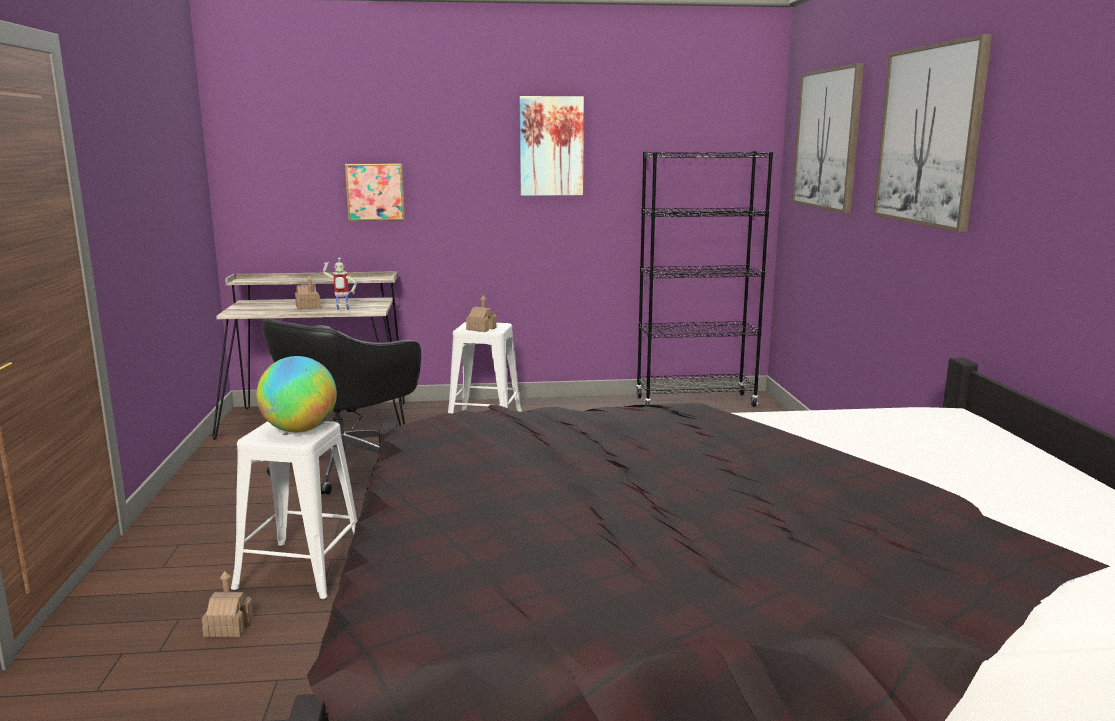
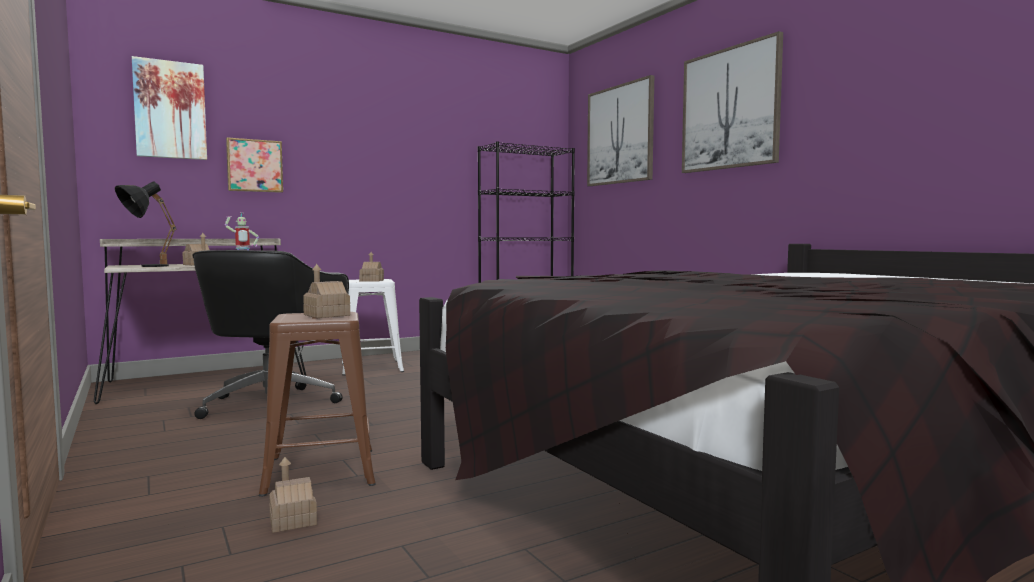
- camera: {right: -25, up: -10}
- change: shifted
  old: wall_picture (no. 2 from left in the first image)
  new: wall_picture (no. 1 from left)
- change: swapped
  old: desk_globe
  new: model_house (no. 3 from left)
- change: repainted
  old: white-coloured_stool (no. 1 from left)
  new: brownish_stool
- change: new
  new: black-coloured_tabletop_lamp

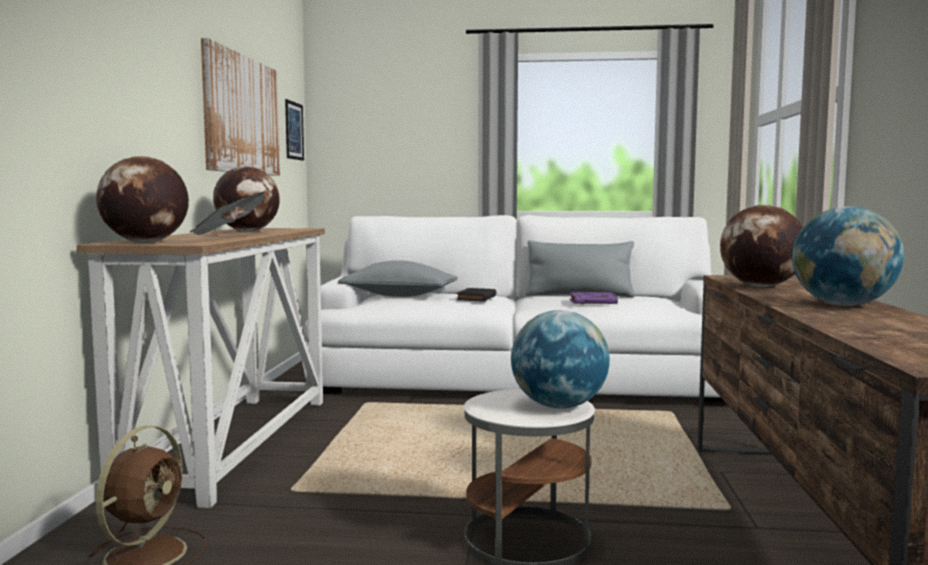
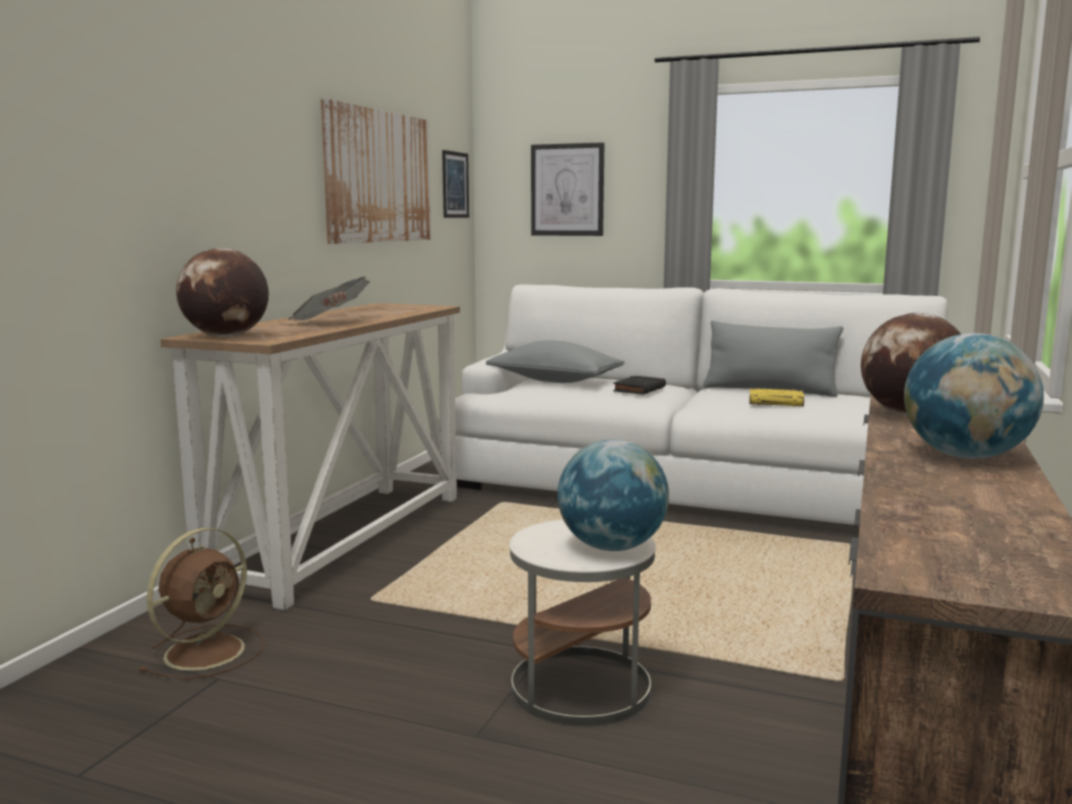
- camera: {right: 15, up: 5}
- change: gone
  old: desk_globe (no. 2 from left)
- change: repainted
  old: purplish_book
  new: yellow-coloured_book
- change: new
  new: wall_picture (no. 3 from left)

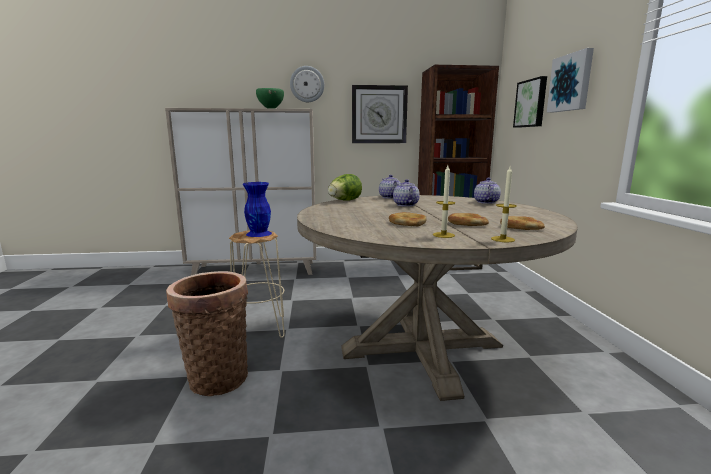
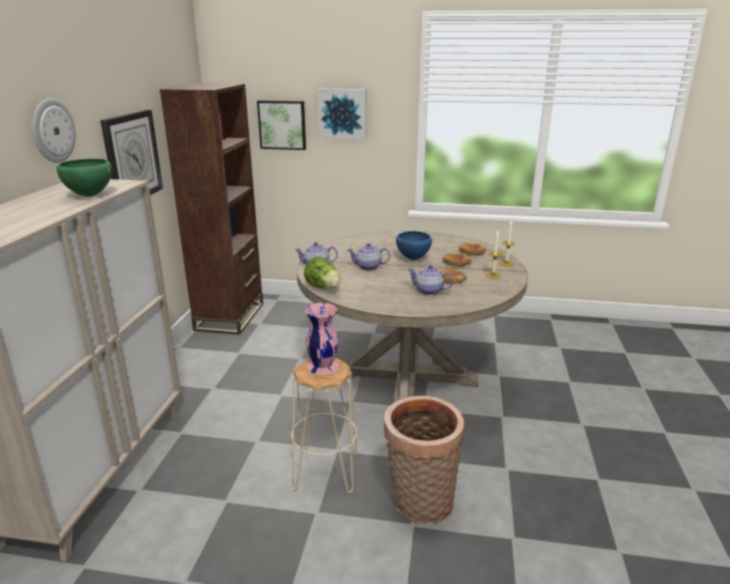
- camera: {right: -75, up: 10}
- change: shifted
  old: tea_pot (no. 3 from left)
- change: repainted
  old: blue-coloured_flower_vase
  new: pink-coloured_flower_vase
- change: new
  new: blue-coloured_bowl

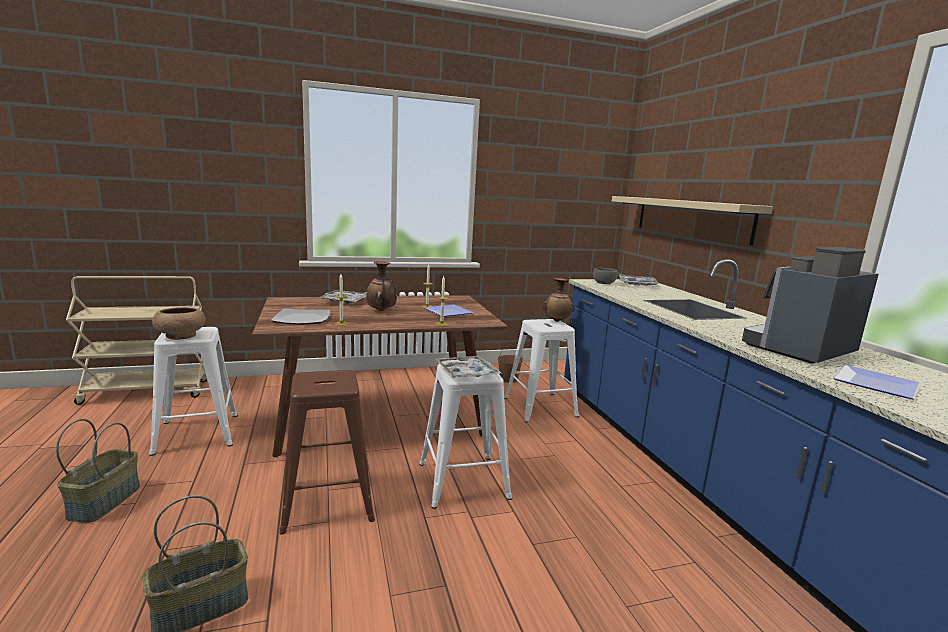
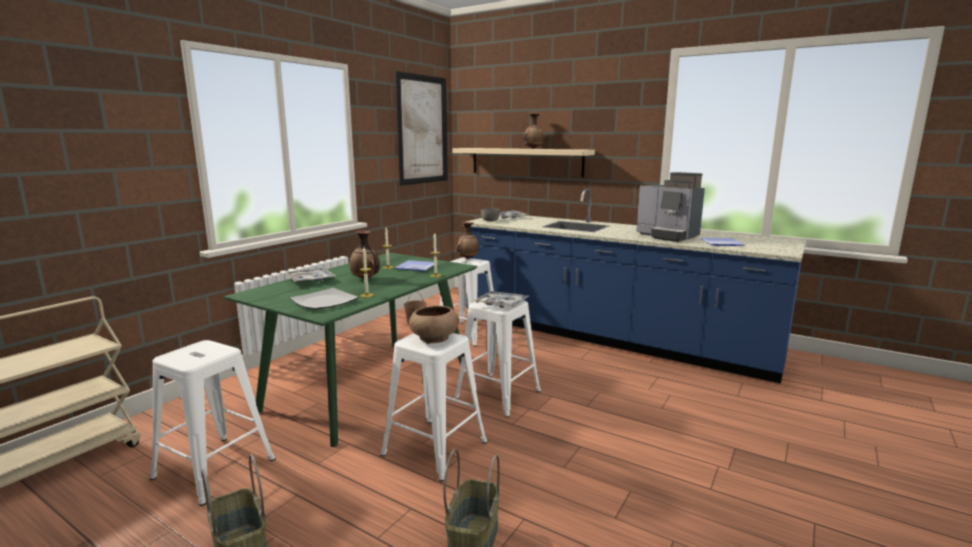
- camera: {right: -40, up: 0}
- change: rotated
  old: coffee_machine
  degrees: -60
- change: repainted
  old: brownish_dining_table
  new: greenish_dining_table
- change: shifted
  old: brownish_bowl
- change: repainted
  old: brownish_stool
  new: white-coloured_stool (no. 2 from left)
- change: new
  new: wall_picture
- change: new
  new: flower_vase (no. 3 from left)

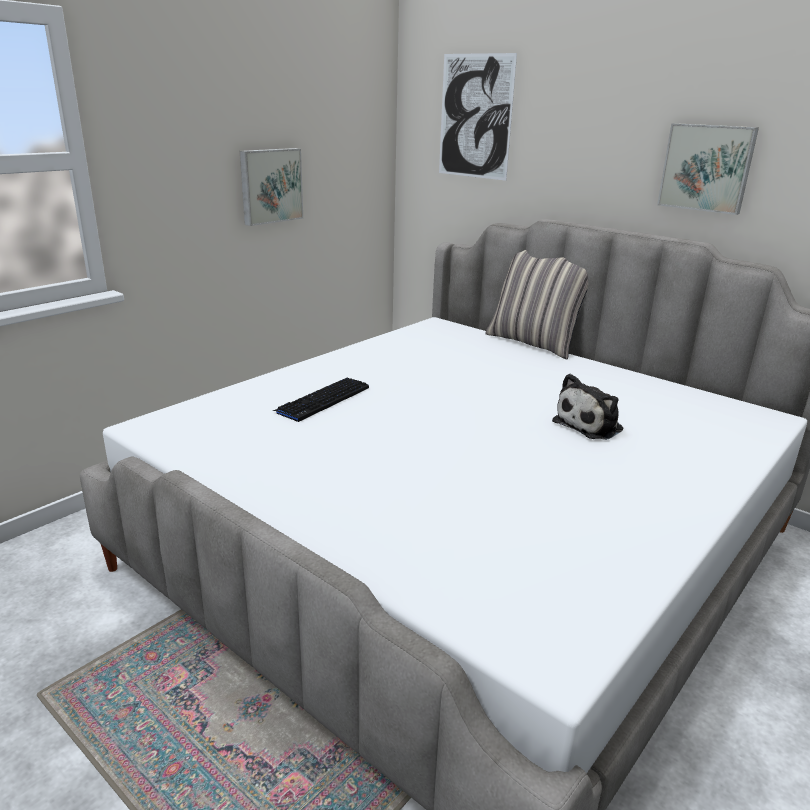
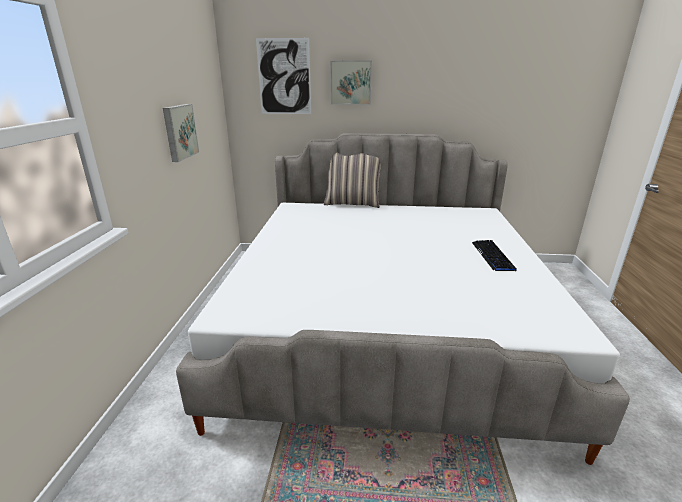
- camera: {right: -35, up: 0}
- change: shifted
  old: wall_picture (no. 3 from left)
- change: gone
  old: plush_toy
- change: shifted
  old: computer_keyboard

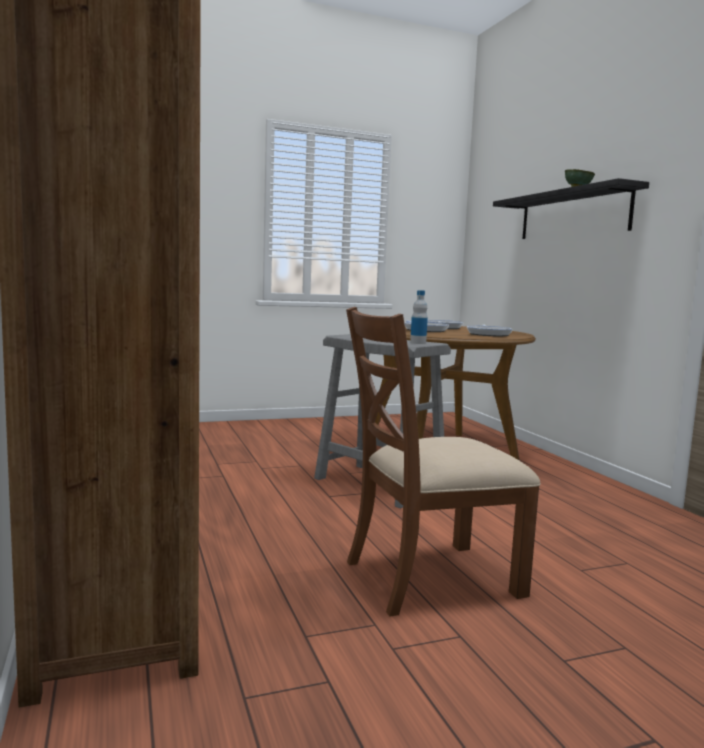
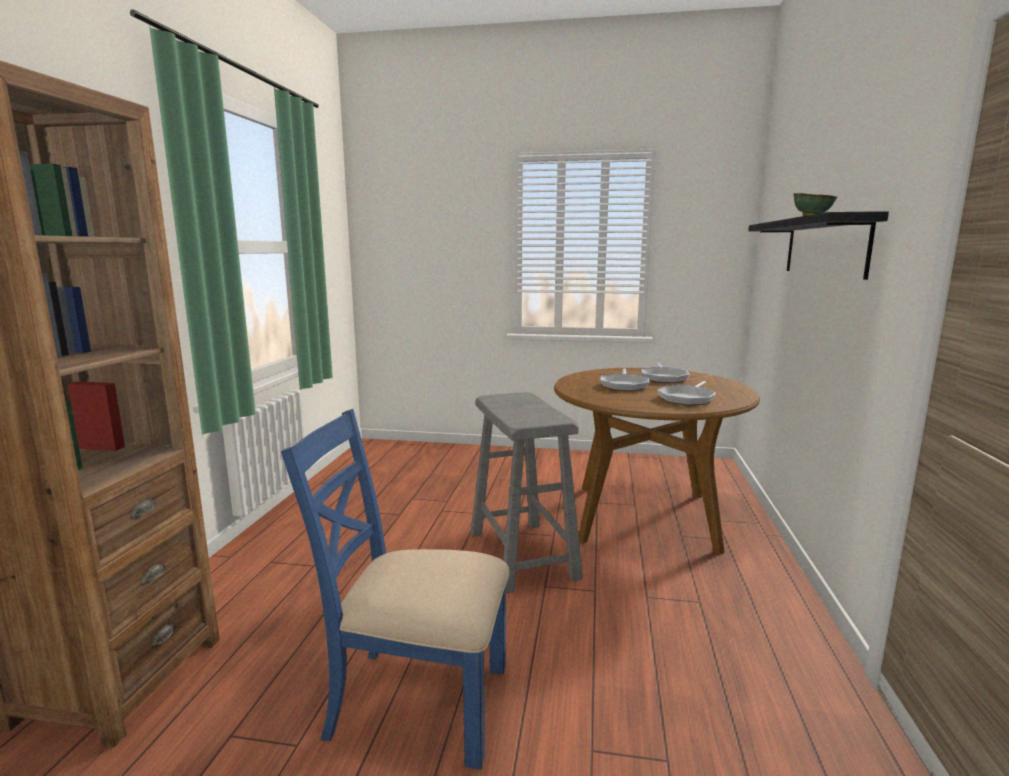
- camera: {right: 30, up: 5}
- change: gone
  old: bottle
- change: repainted
  old: brownish_upright_chair
  new: blue-coloured_upright_chair

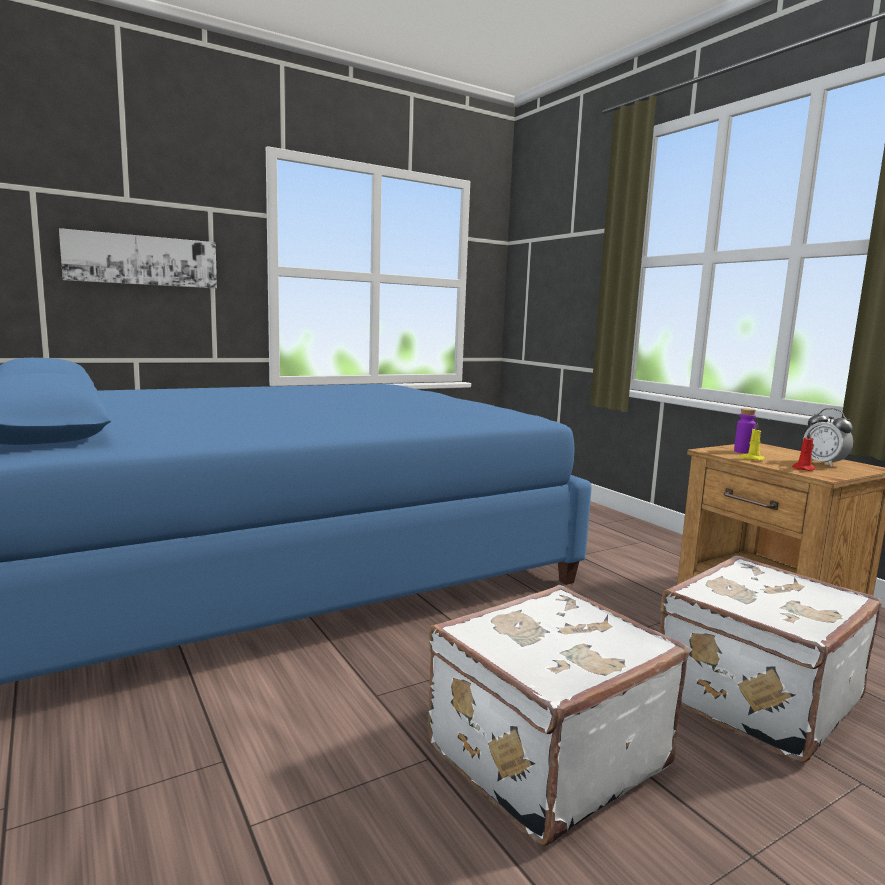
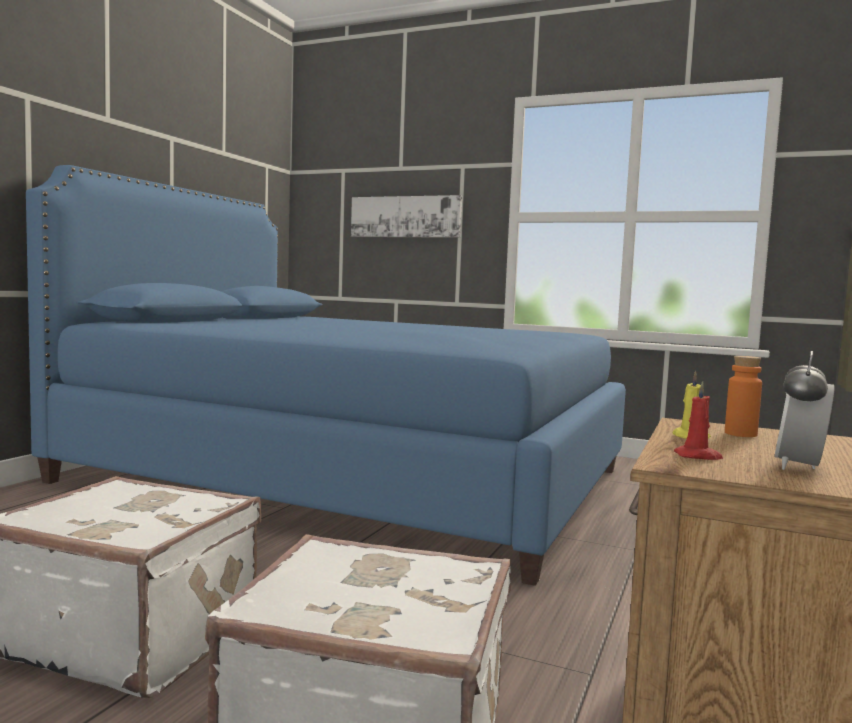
- camera: {right: 55, up: -5}
- change: repainted
  old: purplish_bottle
  new: orange_bottle

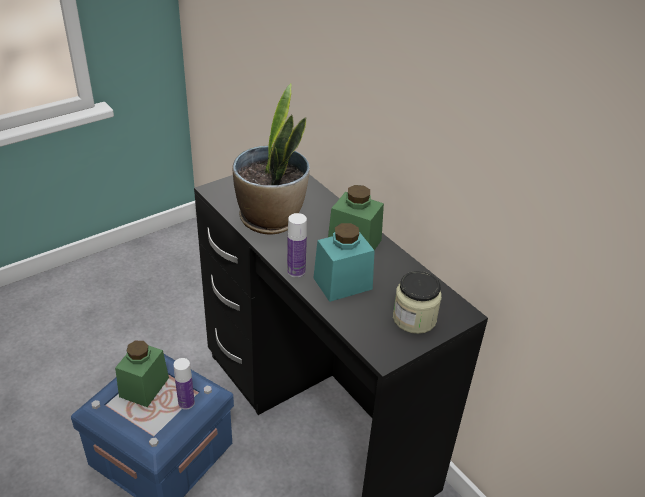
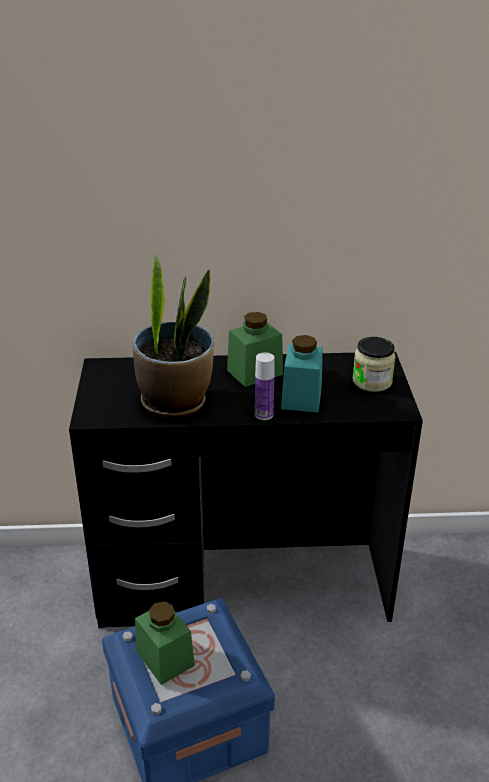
- camera: {right: -55, up: -5}
- change: gone
  old: bottle (no. 1 from left)

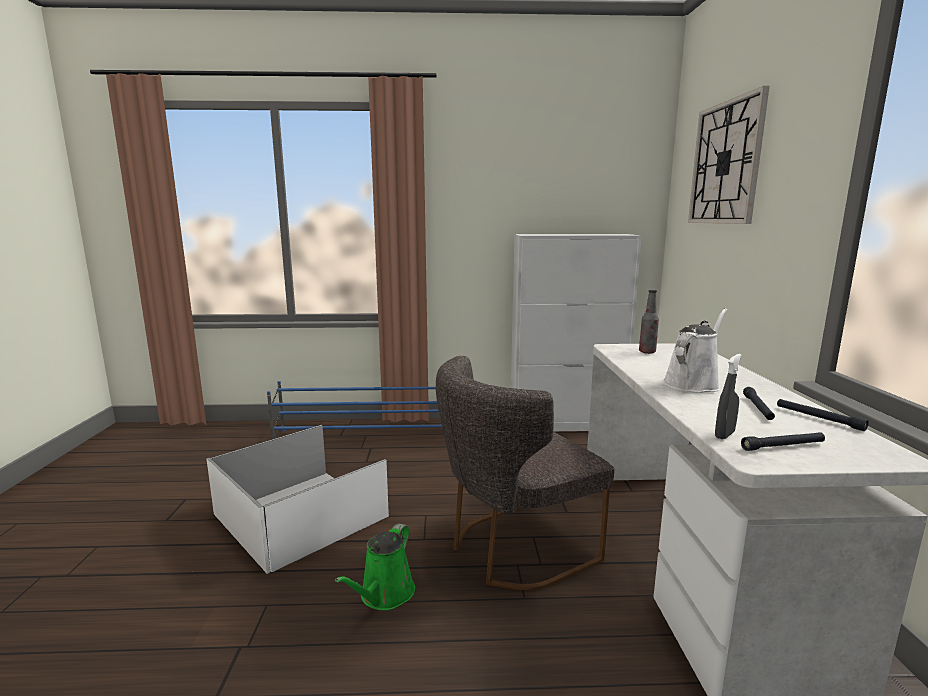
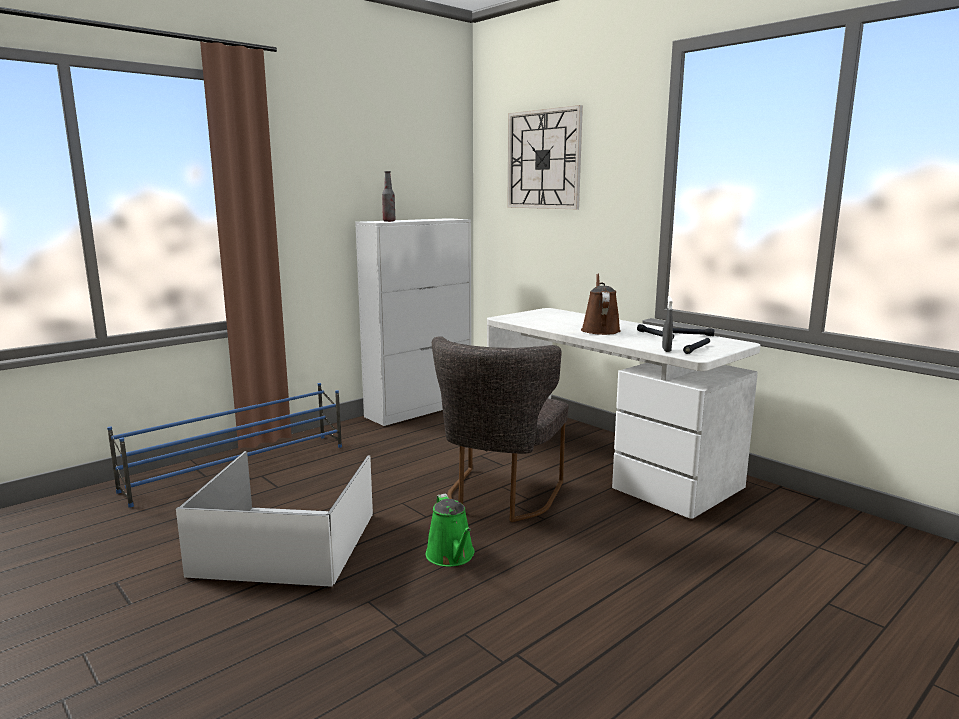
- camera: {right: -40, up: 0}
- change: shifted
  old: bottle
- change: repainted
  old: white-coloured_watering_pot
  new: brownish_watering_pot

